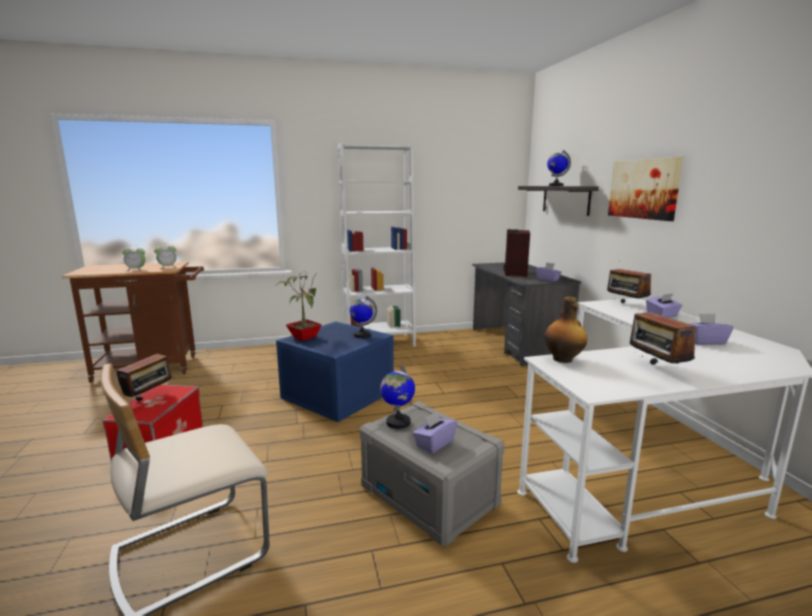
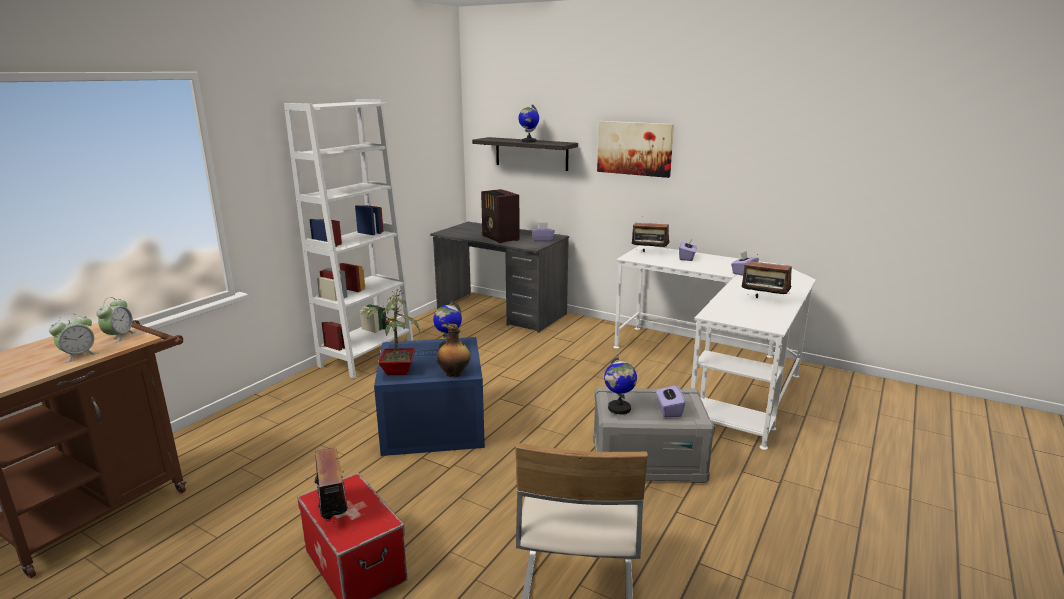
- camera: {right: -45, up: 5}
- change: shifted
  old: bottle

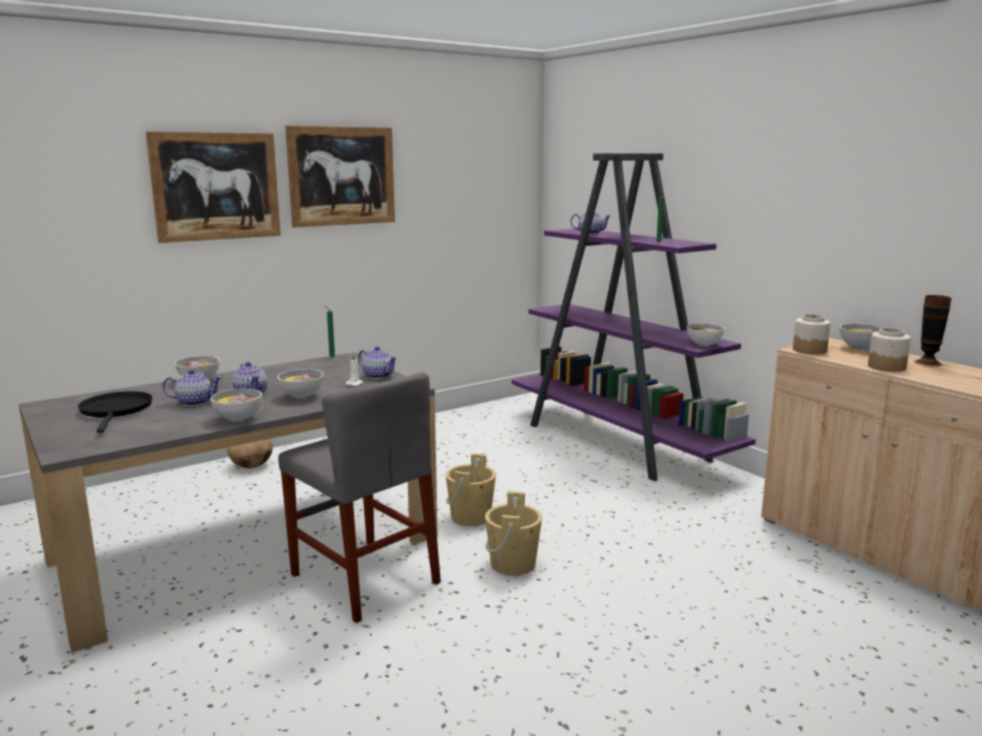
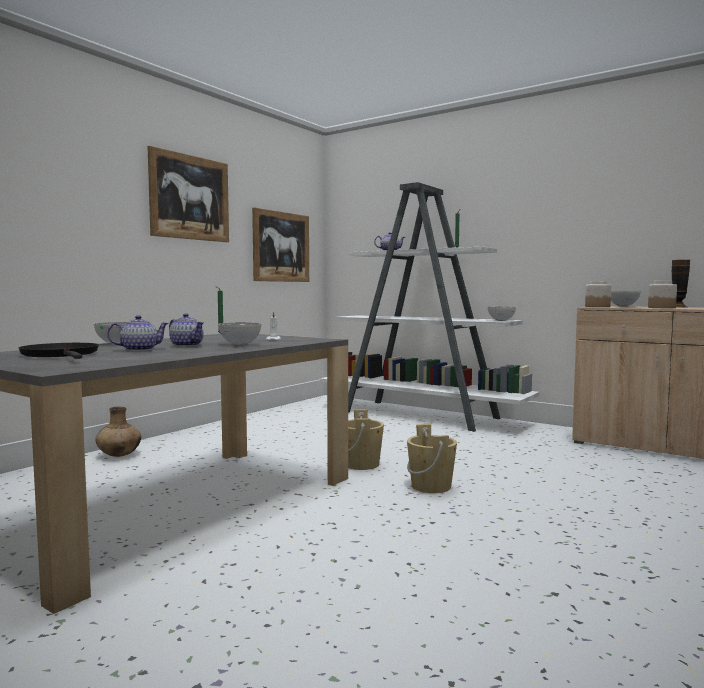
- camera: {right: -20, up: -10}
- change: shifted
  old: wall_picture (no. 1 from left in the first image)
  new: wall_picture (no. 2 from left)
- change: repainted
  old: purplish_bookshelf
  new: white-coloured_bookshelf
- change: gone
  old: tea_pot (no. 3 from left)
- change: gone
  old: greyish_upright_chair
- change: gone
  old: bowl (no. 2 from left)

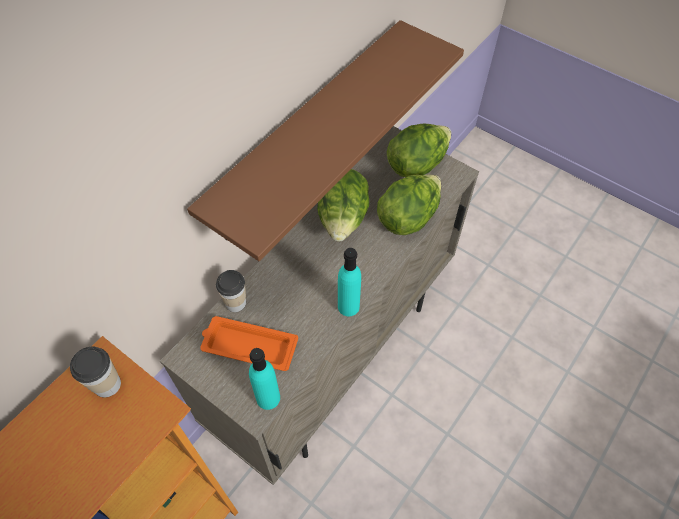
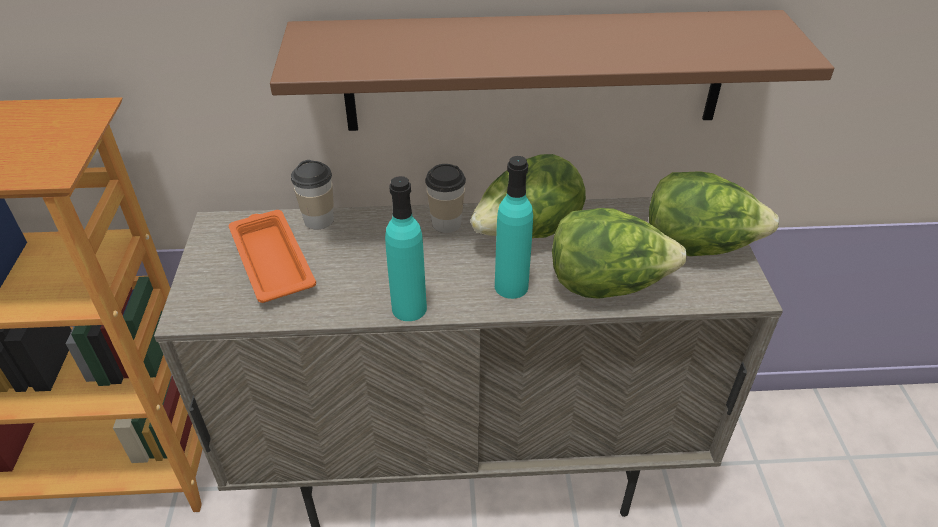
- camera: {right: 50, up: -15}
- change: shifted
  old: small_cup (no. 1 from left in the first image)
  new: small_cup (no. 2 from left)
- change: shifted
  old: turquoise_bottle (no. 1 from left in the first image)
  new: turquoise_bottle (no. 2 from left)

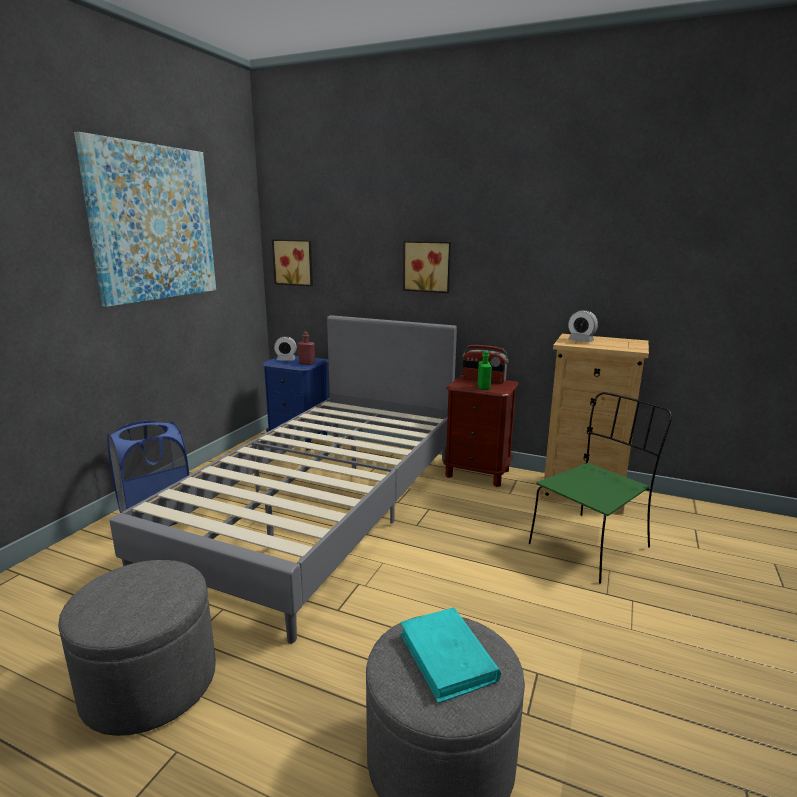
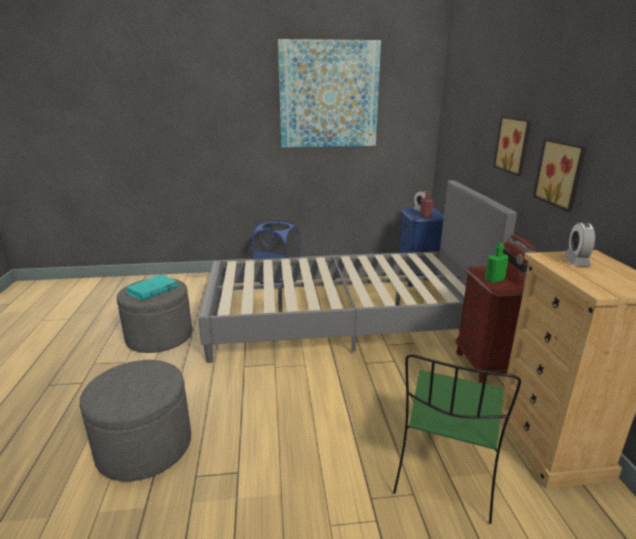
- camera: {right: 60, up: 5}
- change: shifted
  old: wall_picture (no. 2 from left in the first image)
  new: wall_picture (no. 3 from left)
- change: rotated
  old: greenish_upright_chair
  degrees: 90
- change: shifted
  old: turquoise_book

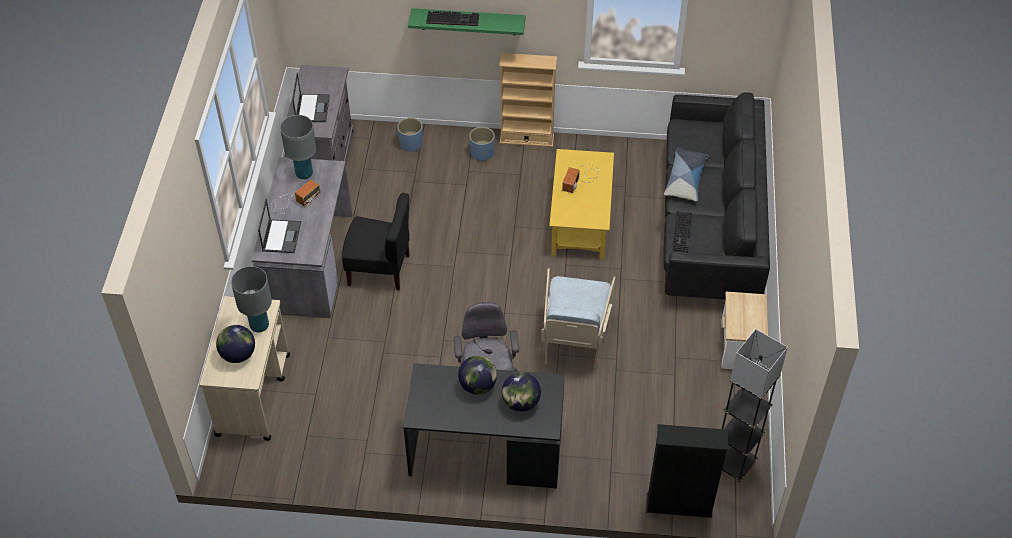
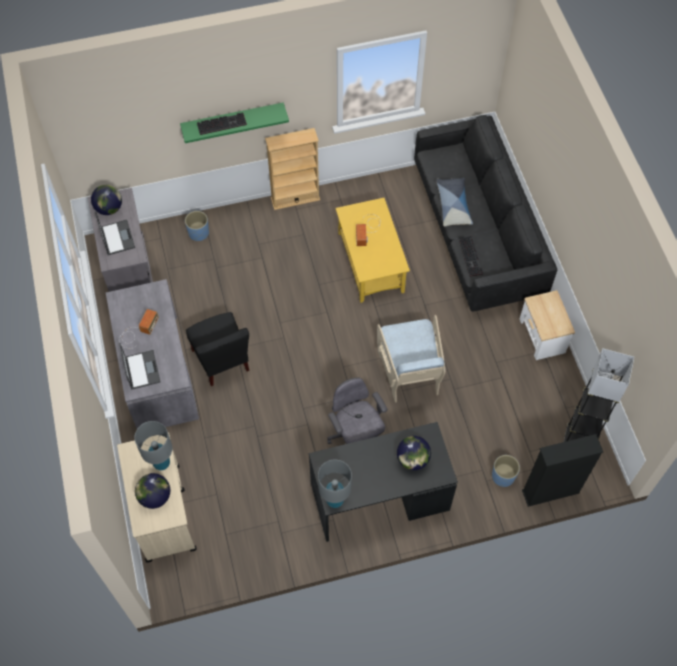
- camera: {right: -20, up: 10}
- change: shifted
  old: greyish_tabletop_lamp (no. 2 from left)
- change: shifted
  old: blue-coloured_planter (no. 2 from left)
- change: rotated
  old: black-coloured_upright_chair
  degrees: 75
- change: shifted
  old: desk_globe (no. 2 from left in the first image)
  new: desk_globe (no. 1 from left)

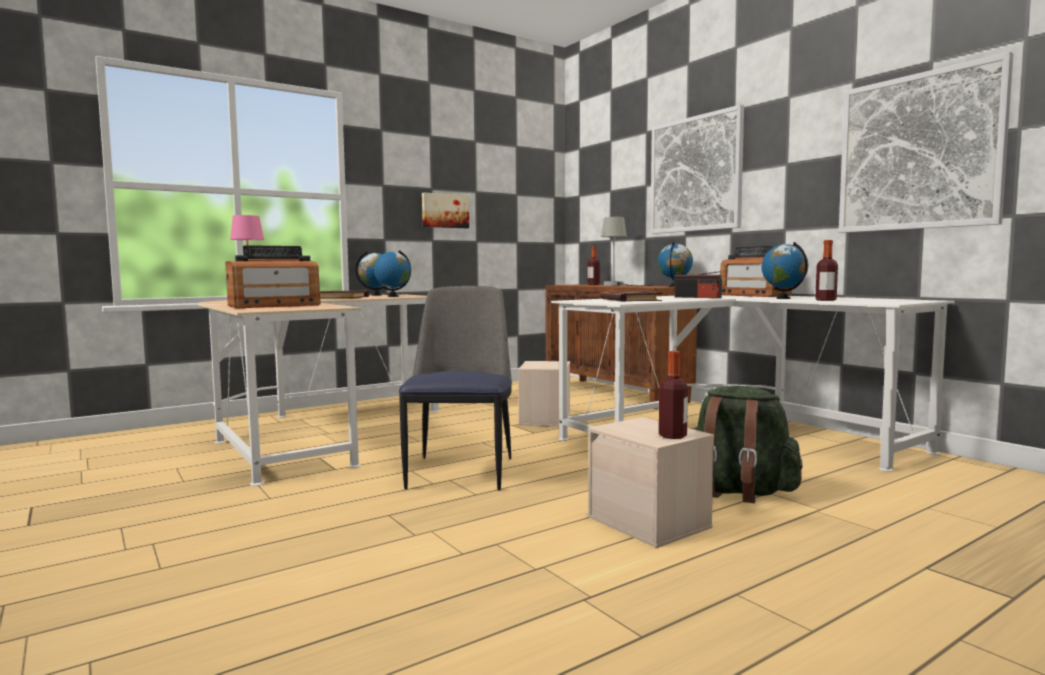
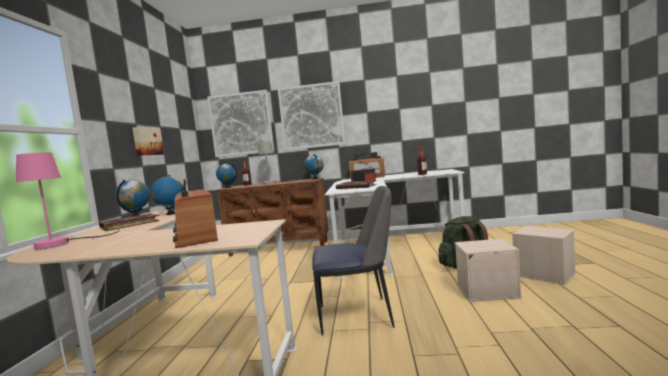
- camera: {right: -50, up: 0}
- change: shifted
  old: wall_picture (no. 3 from left in the first image)
  new: wall_picture (no. 2 from left)
- change: shifted
  old: desk_globe (no. 4 from left in the first image)
  new: desk_globe (no. 3 from left)
- change: rotated
  old: radio_set (no. 1 from left)
  degrees: 150
- change: rotated
  old: upright_chair
  degrees: 135
- change: gone
  old: bottle (no. 2 from left)
- change: shifted
  old: sand-coloured_storage_box (no. 1 from left in the first image)
  new: sand-coloured_storage_box (no. 2 from left)

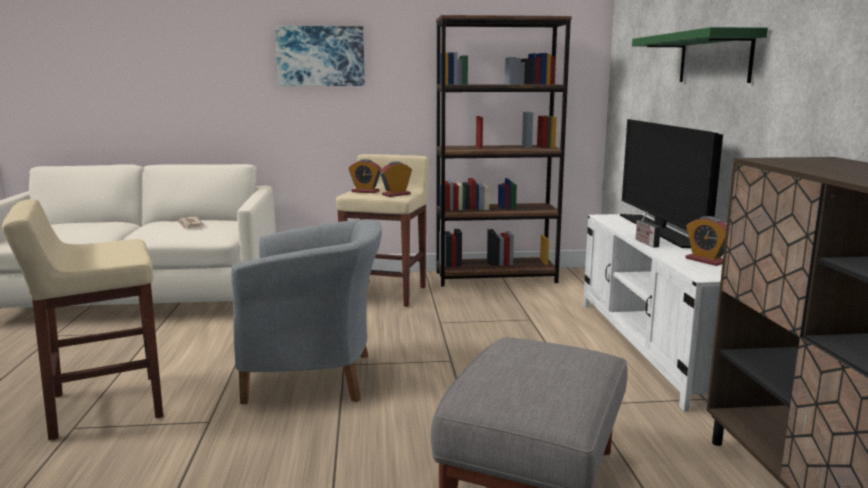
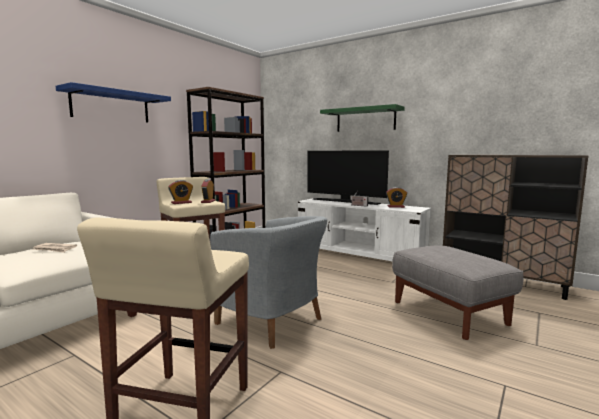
- camera: {right: -50, up: -5}
- change: swapped
  old: wall_picture
  new: blue-coloured_wall_shelf
- change: rotated
  old: greyish_easy_chair
  degrees: 90

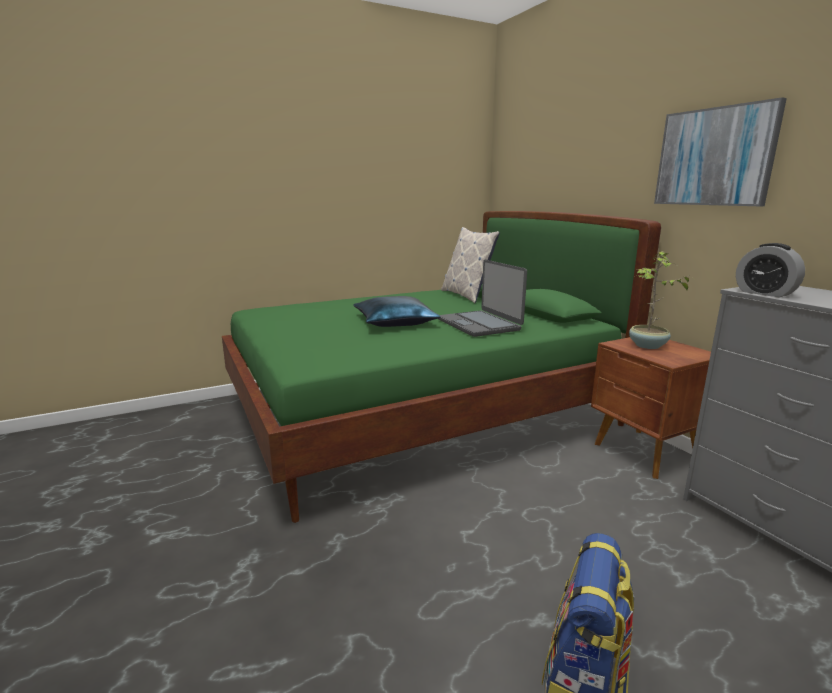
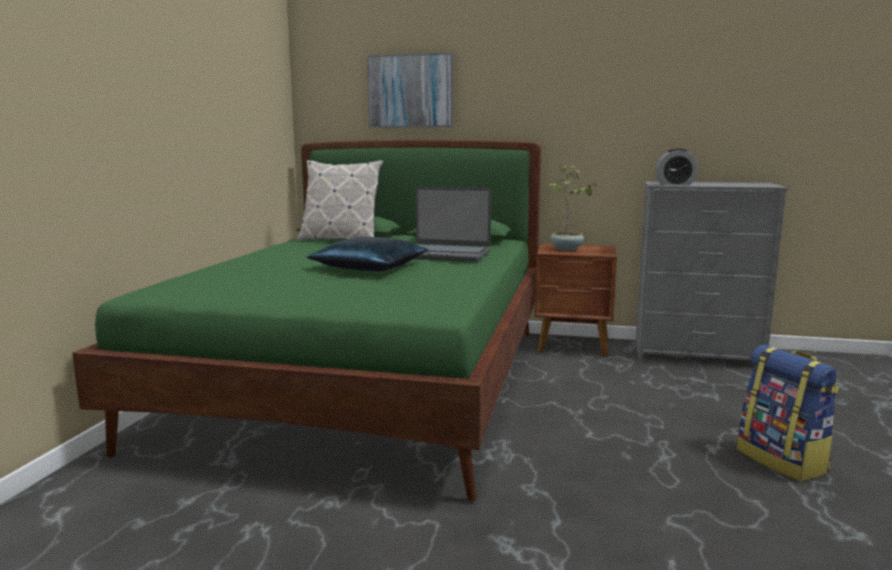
- camera: {right: -50, up: -5}
- change: shifted
  old: wall_picture

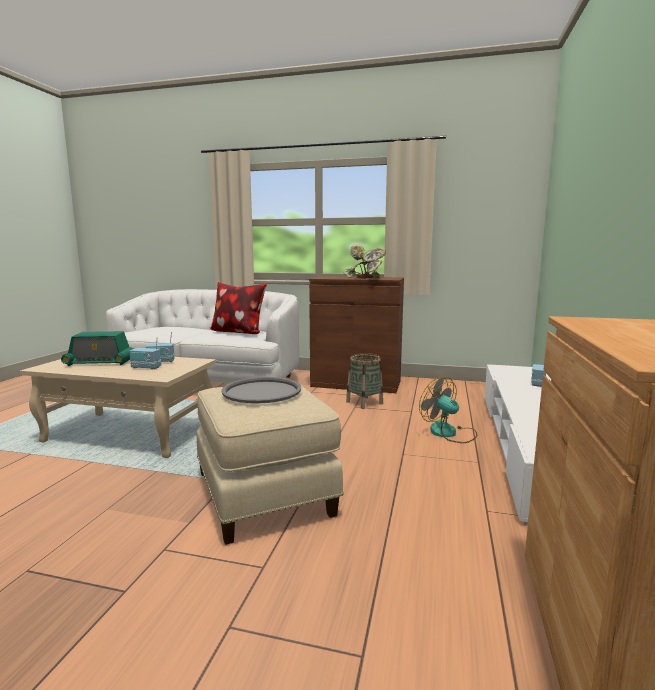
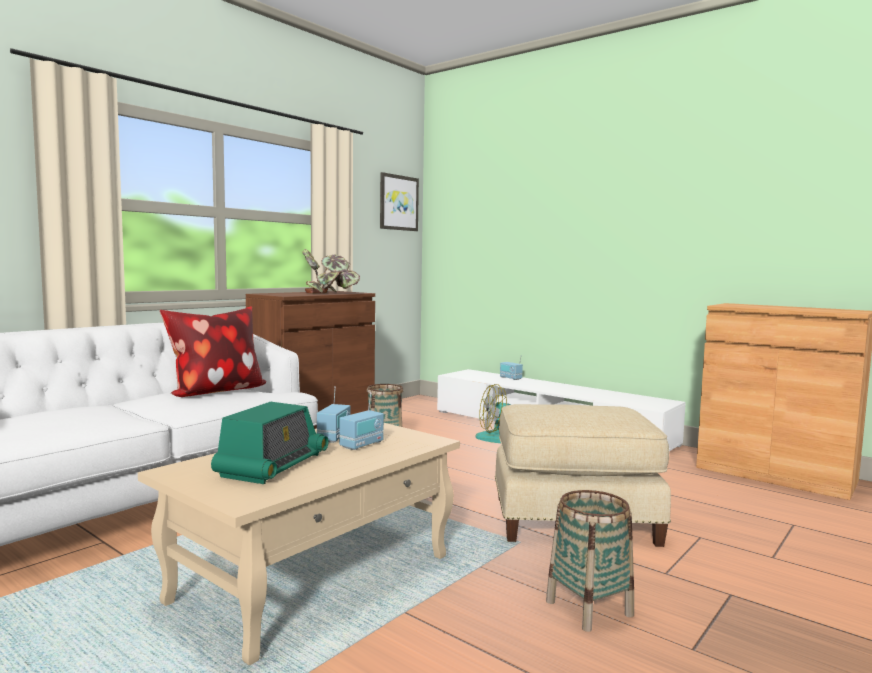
- camera: {right: -65, up: -5}
- change: gone
  old: greyish_tray
- change: new
  new: wall_picture
- change: new
  new: basket (no. 2 from left)

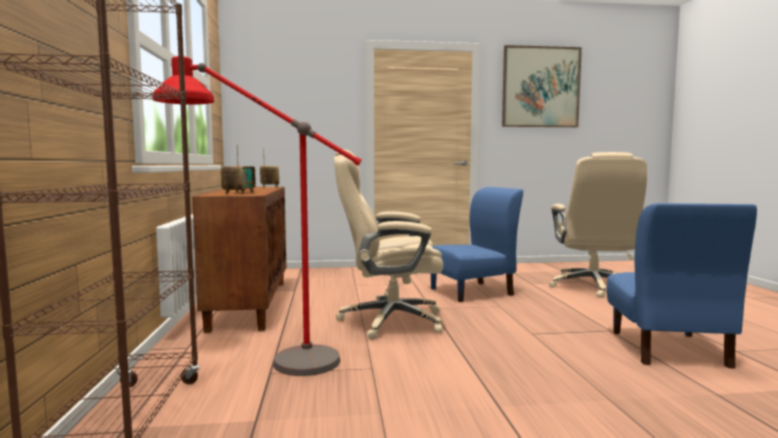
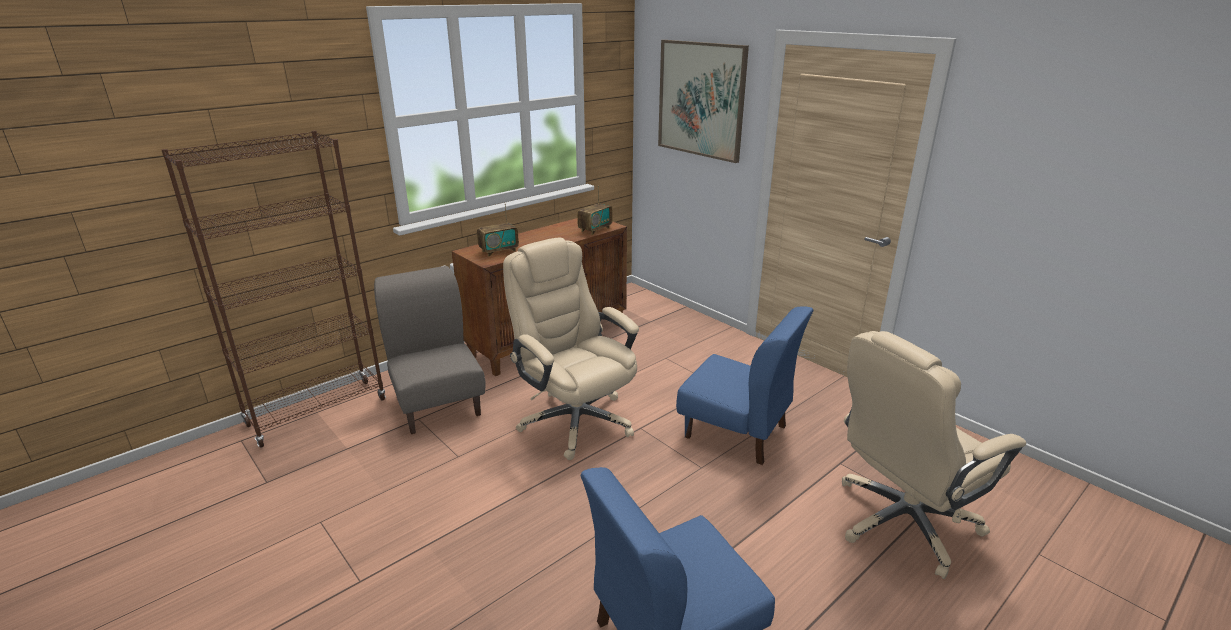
- camera: {right: 55, up: 20}
- change: shifted
  old: wall_picture
- change: swapped
  old: red_standard_lamp
  new: greyish_upright_chair

